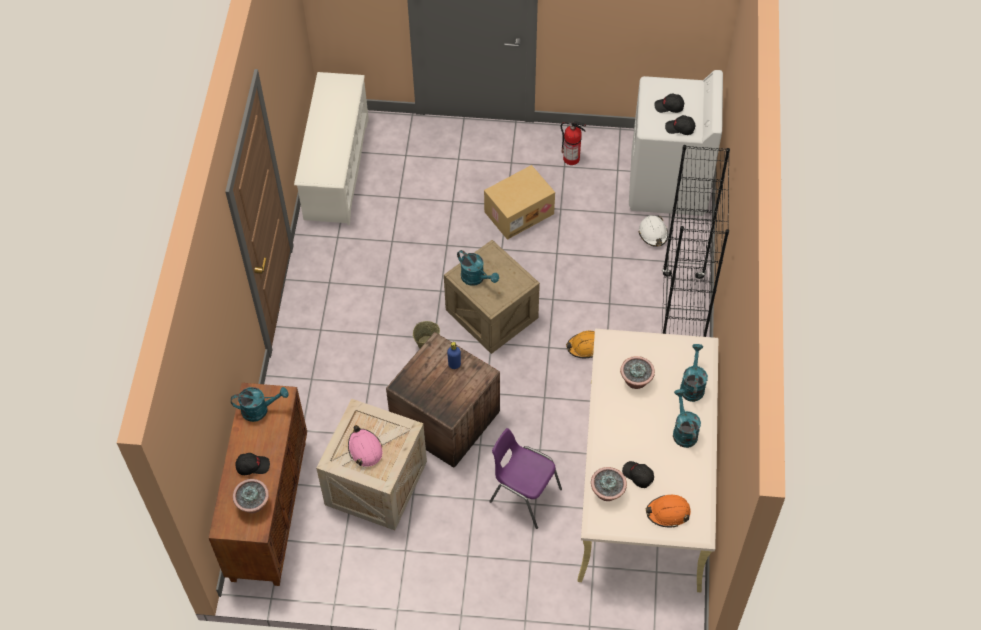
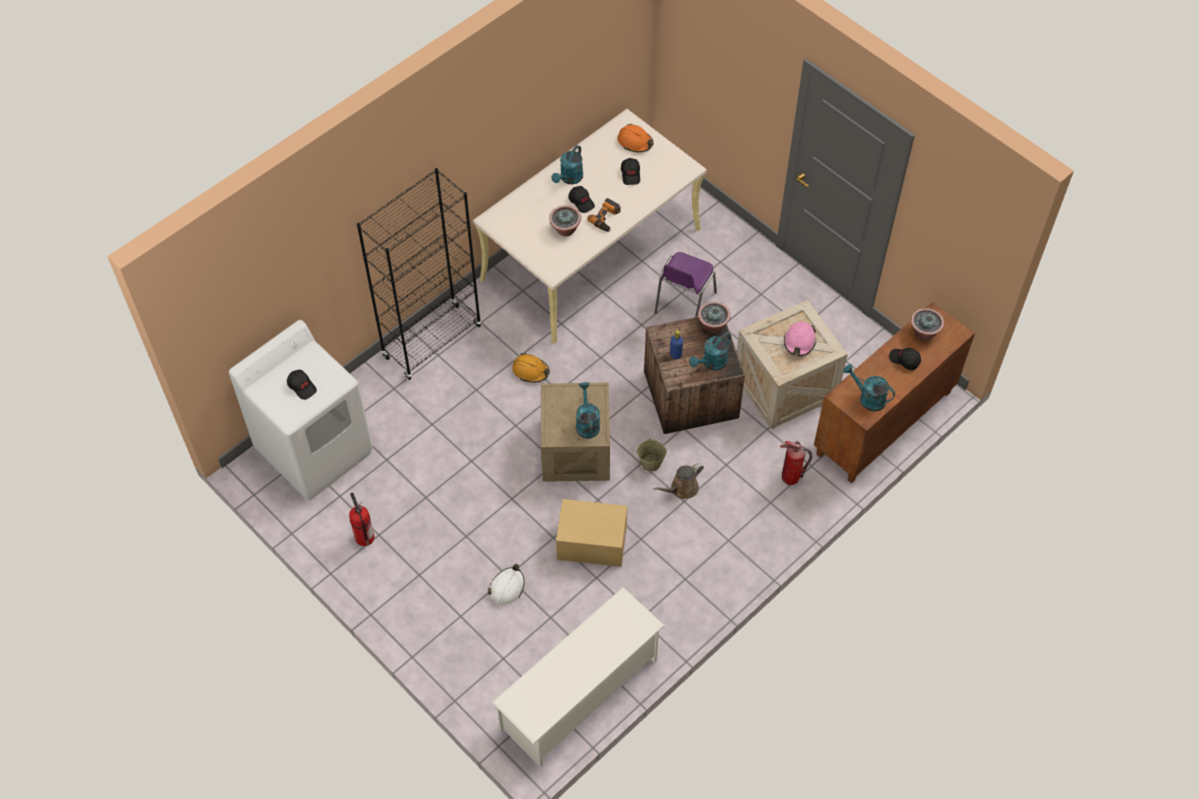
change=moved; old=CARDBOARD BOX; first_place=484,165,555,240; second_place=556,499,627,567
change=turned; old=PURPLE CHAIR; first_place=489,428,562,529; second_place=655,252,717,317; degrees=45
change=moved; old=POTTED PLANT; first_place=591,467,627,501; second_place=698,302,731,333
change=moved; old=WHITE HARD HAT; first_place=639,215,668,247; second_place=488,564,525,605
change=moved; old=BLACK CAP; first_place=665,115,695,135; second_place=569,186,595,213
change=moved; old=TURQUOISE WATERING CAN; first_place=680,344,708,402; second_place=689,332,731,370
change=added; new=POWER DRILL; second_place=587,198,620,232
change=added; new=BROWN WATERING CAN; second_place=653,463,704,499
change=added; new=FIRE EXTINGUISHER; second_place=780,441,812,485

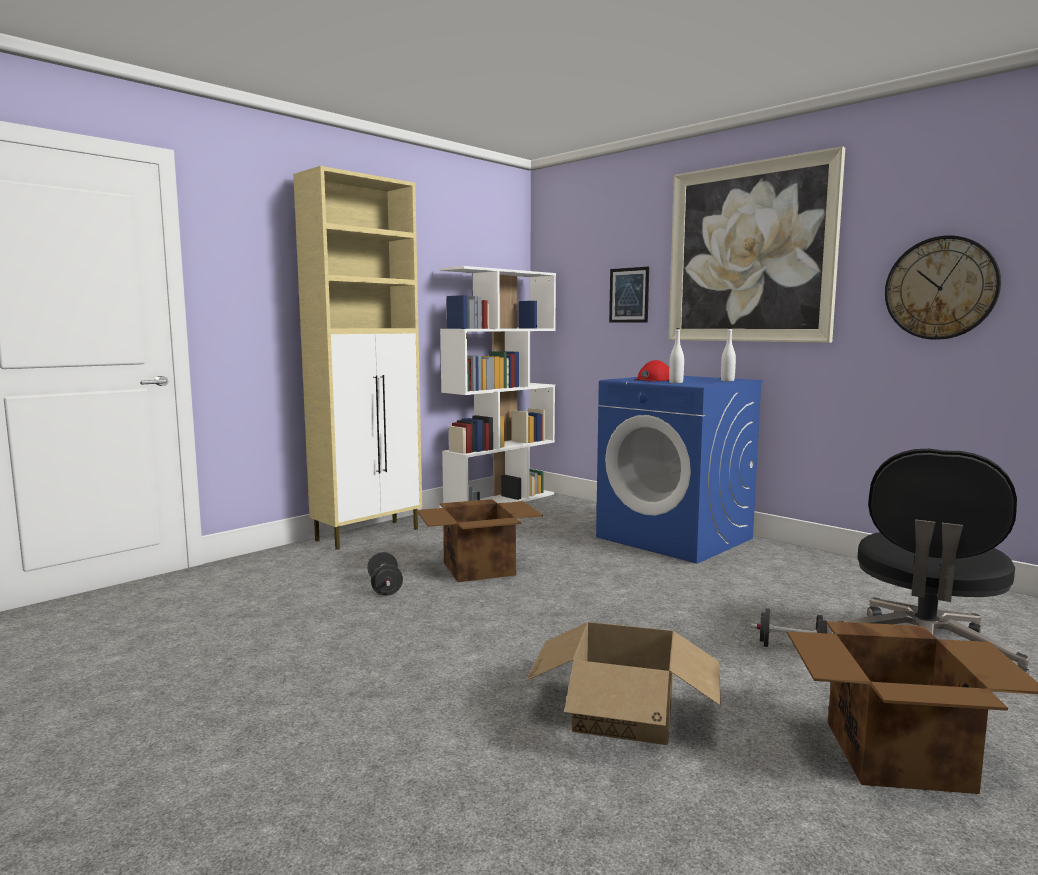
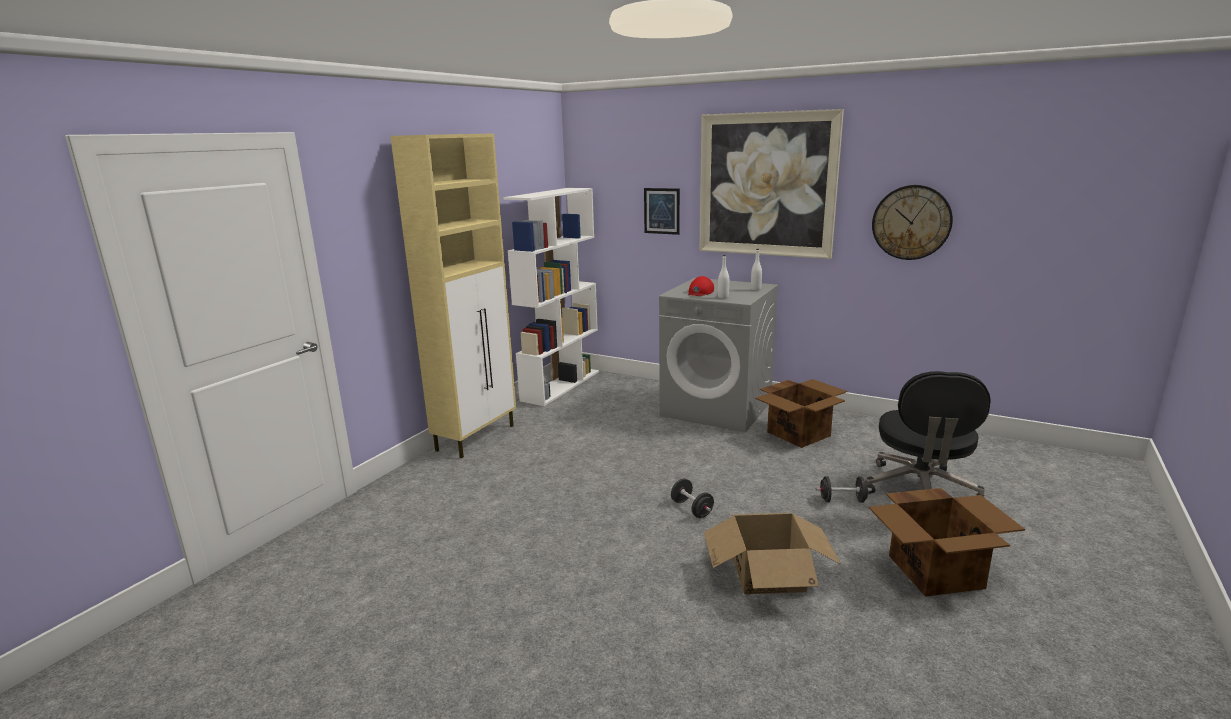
change=moved; old=BLACK DUMBBELL; first_place=367,552,403,596; second_place=671,479,714,518
change=moved; old=CARDBOARD BOX; first_place=416,499,543,582; second_place=755,379,847,448
change=recoloured; old=BLUE WASHING MACHINE; new=GREY WASHING MACHINE; first_place=596,376,763,564; second_place=659,278,778,432

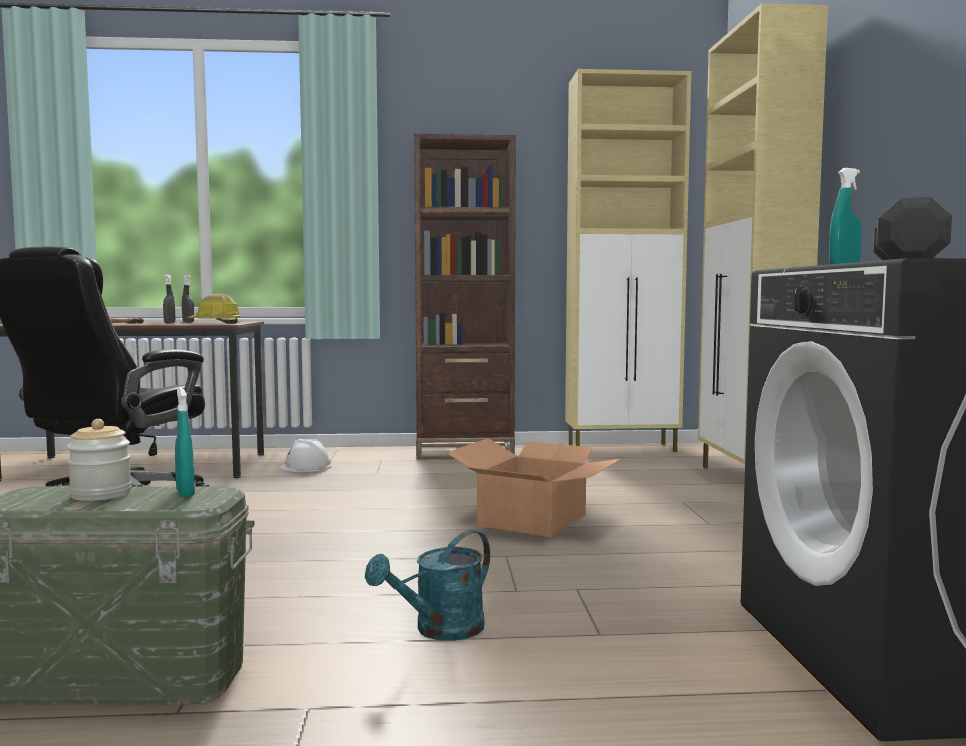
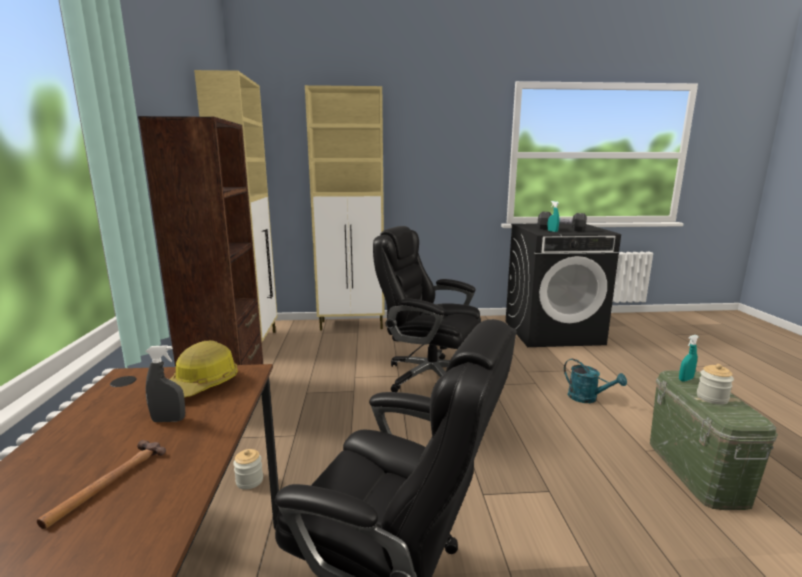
change=removed; old=GREY SPRAY BOTTLE; first_place=182,275,194,323
change=replaced; old=WHITE HARD HAT; new=JAR; first_place=279,439,332,472; second_place=233,449,263,490
change=replaced; old=CARDBOARD BOX; new=BLACK OFFICE CHAIR; first_place=446,438,621,537; second_place=373,226,481,392

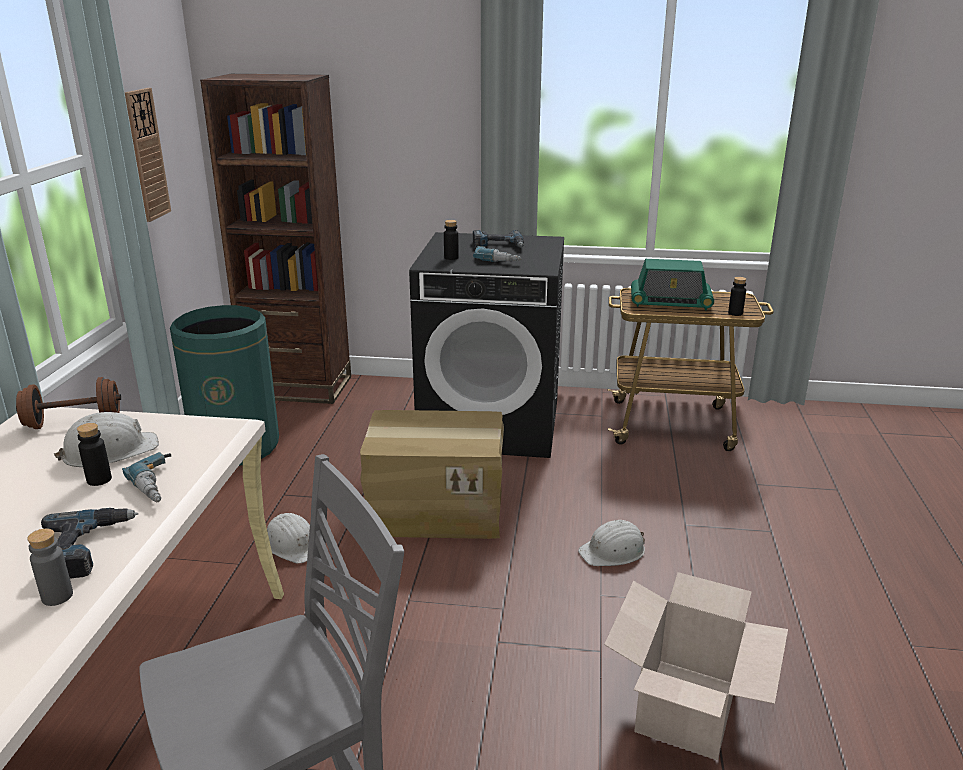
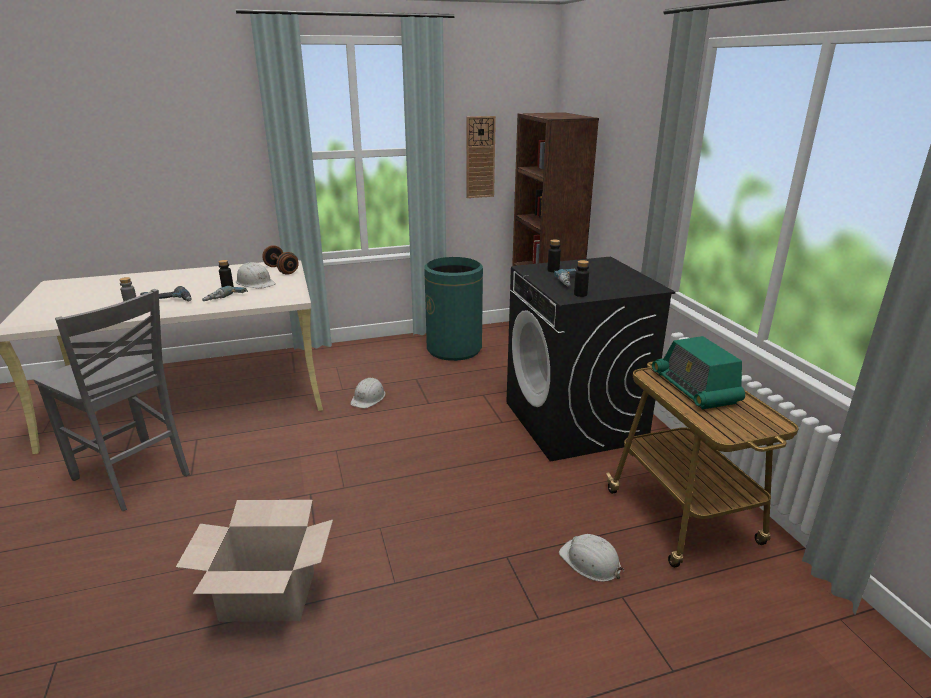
change=removed; old=CARDBOARD BOX; first_place=360,410,504,539
change=removed; old=POWER DRILL; first_place=473,230,524,248
change=moved; old=WHITE HARD HAT; first_place=578,520,645,566; second_place=559,534,624,582
change=moved; old=BLACK BOTTLE; first_place=728,277,746,316; second_place=574,260,589,297

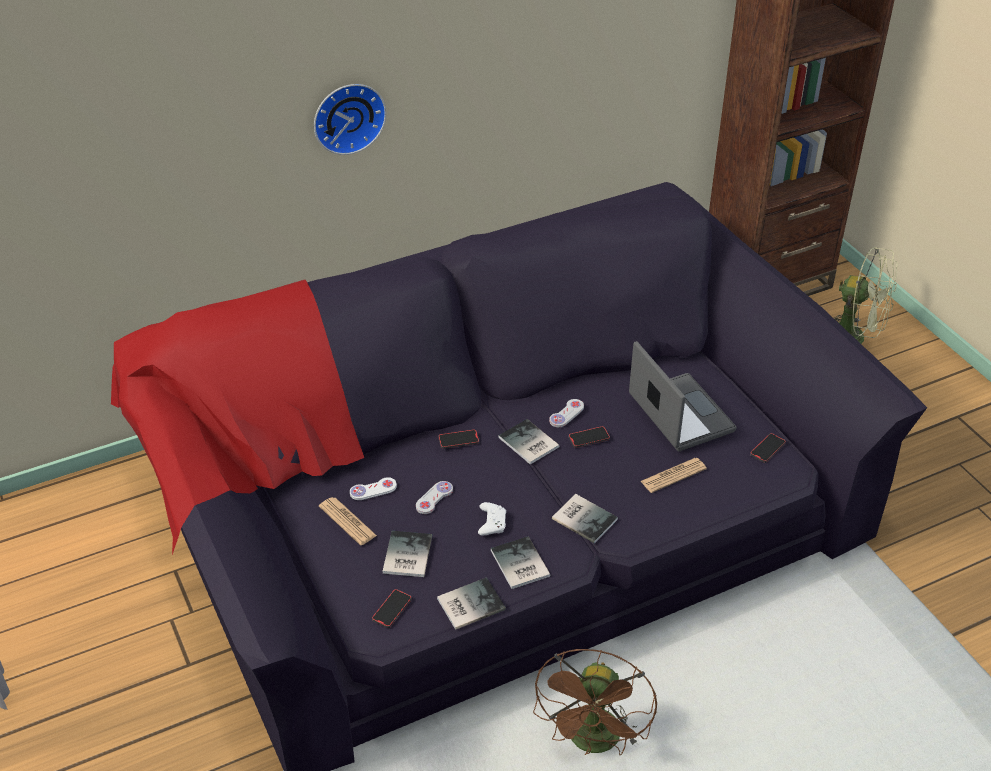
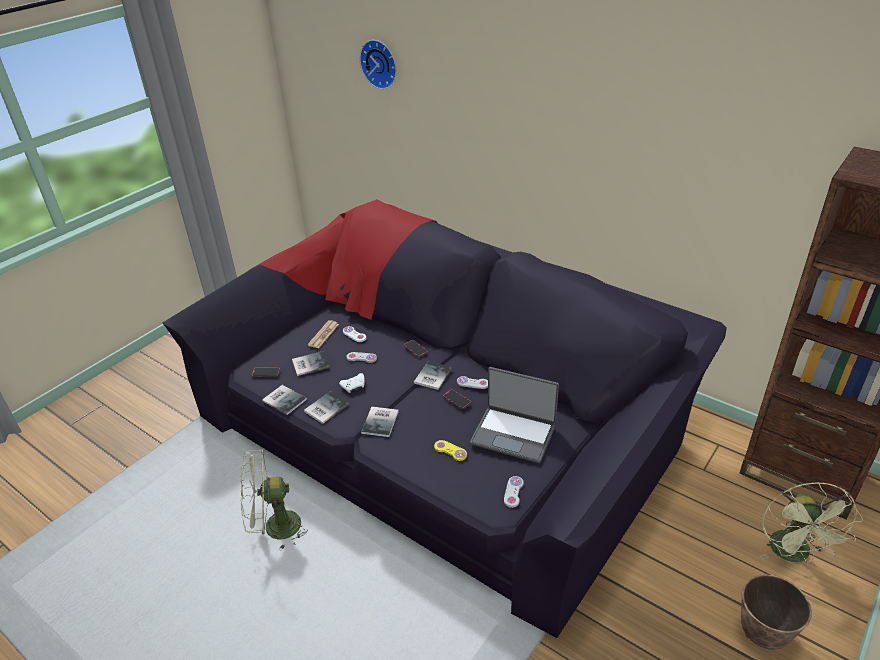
change=moved; old=WALL CLOCK; first_place=314,84,386,155; second_place=360,40,396,89
change=recoloured; old=BROWN FAN; new=GREEN FAN; first_place=533,649,657,755; second_place=241,448,308,549
change=turned; old=LAPTOP; first_place=629,341,736,451; second_place=470,367,559,463; degrees=75
change=replaced; old=NEWSPAPER; new=YELLOW GAME CONTROLLER; first_place=641,458,707,493; second_place=434,440,467,461
change=replaced; old=PHONE; new=WHITE GAME CONTROLLER; first_place=750,433,786,463; second_place=504,476,524,508
change=added; new=PLANTER; second_place=741,574,812,650

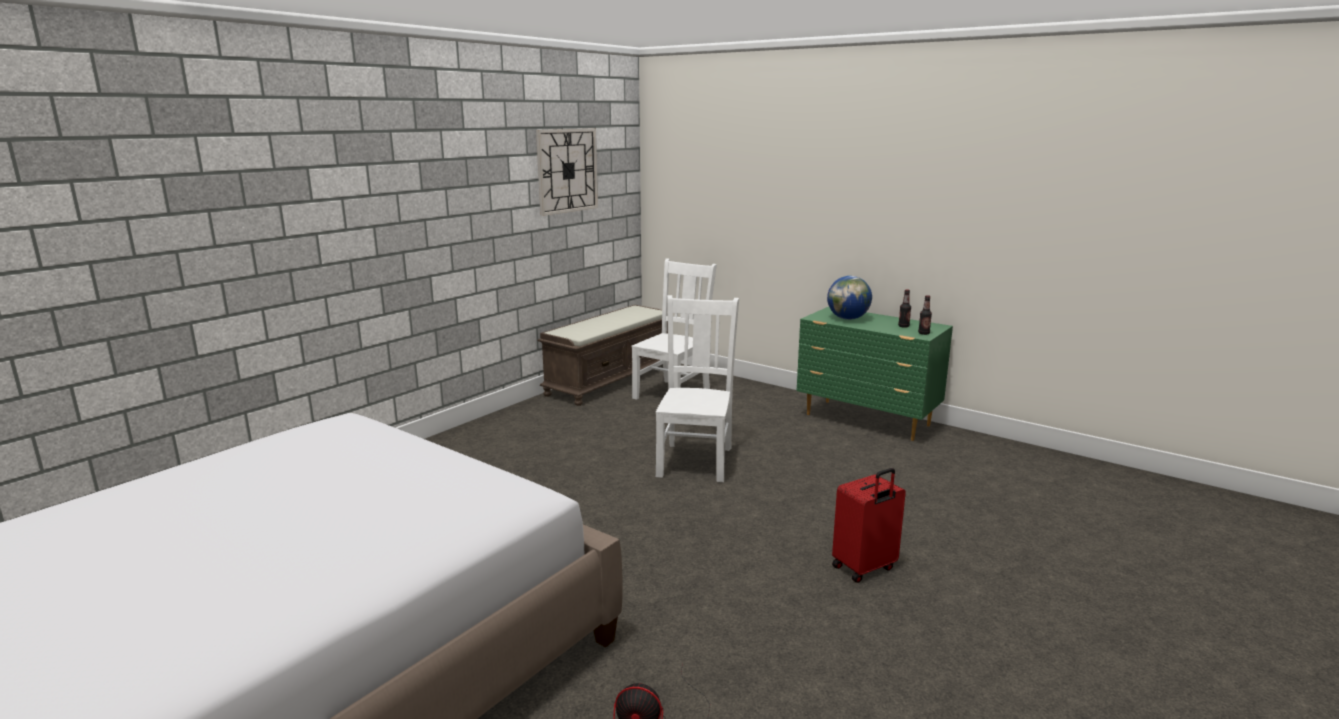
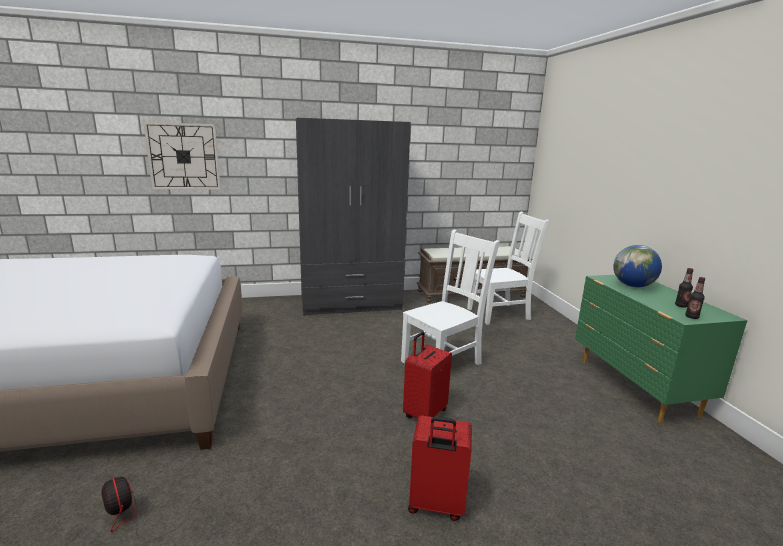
change=moved; old=WALL CLOCK; first_place=536,128,598,216; second_place=143,122,221,190
change=added; new=GREY WARDROBE; second_place=296,118,411,316
change=added; new=RED SUITCASE; second_place=403,332,452,418

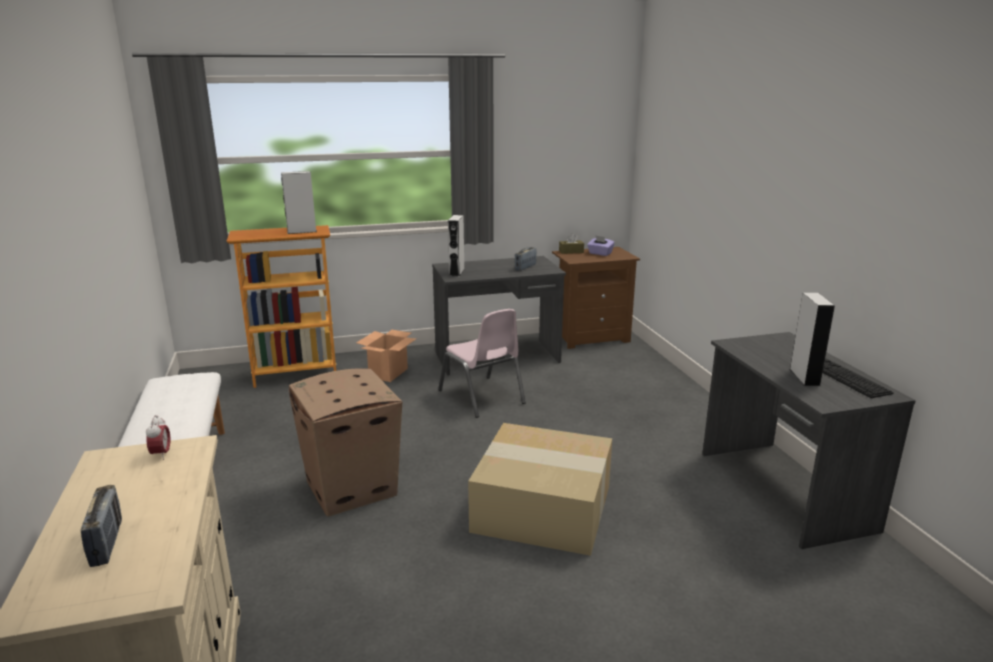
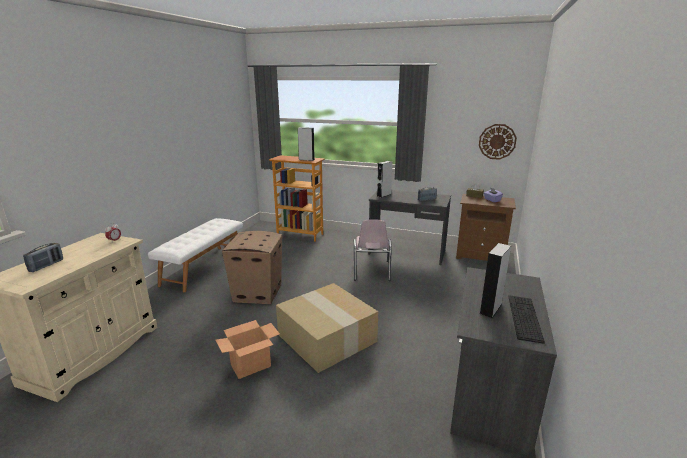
change=moved; old=CARDBOARD BOX; first_place=356,330,416,382; second_place=215,320,280,379
change=added; new=WALL CLOCK; second_place=479,124,517,160

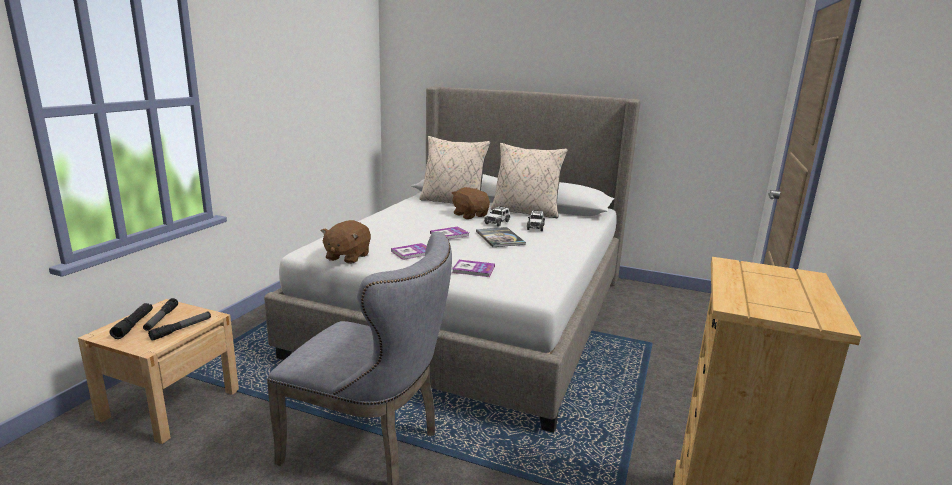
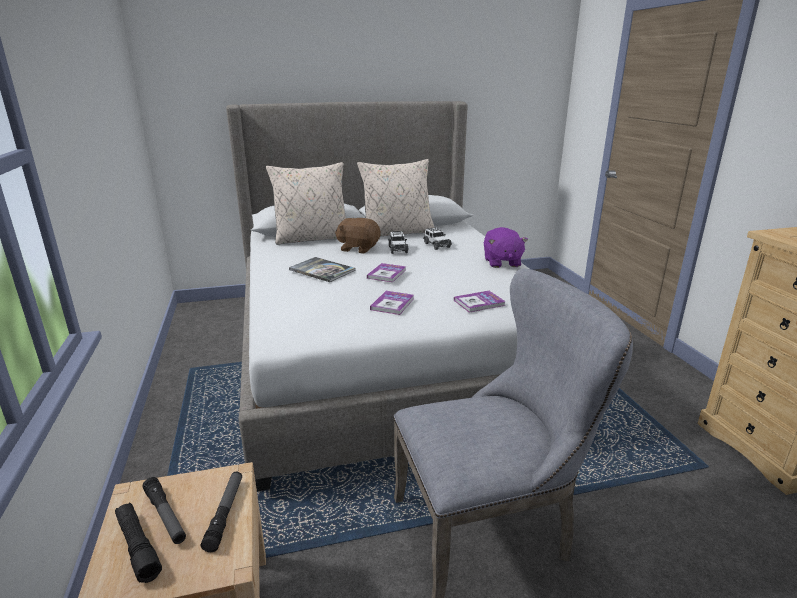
change=removed; old=BROWN PLUSH TOY; first_place=321,220,371,264
change=moved; old=BOOK; first_place=476,227,526,247; second_place=289,257,356,282
change=added; new=PURPLE PLUSH TOY; second_place=484,227,528,268

